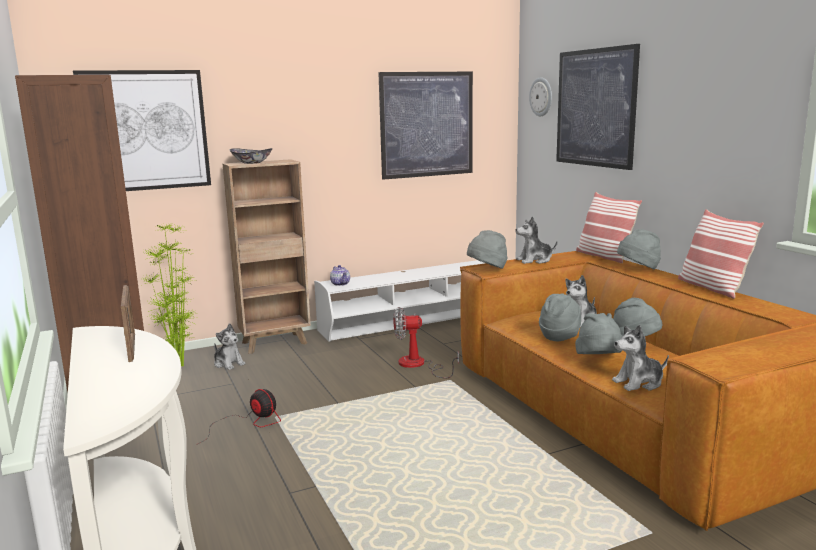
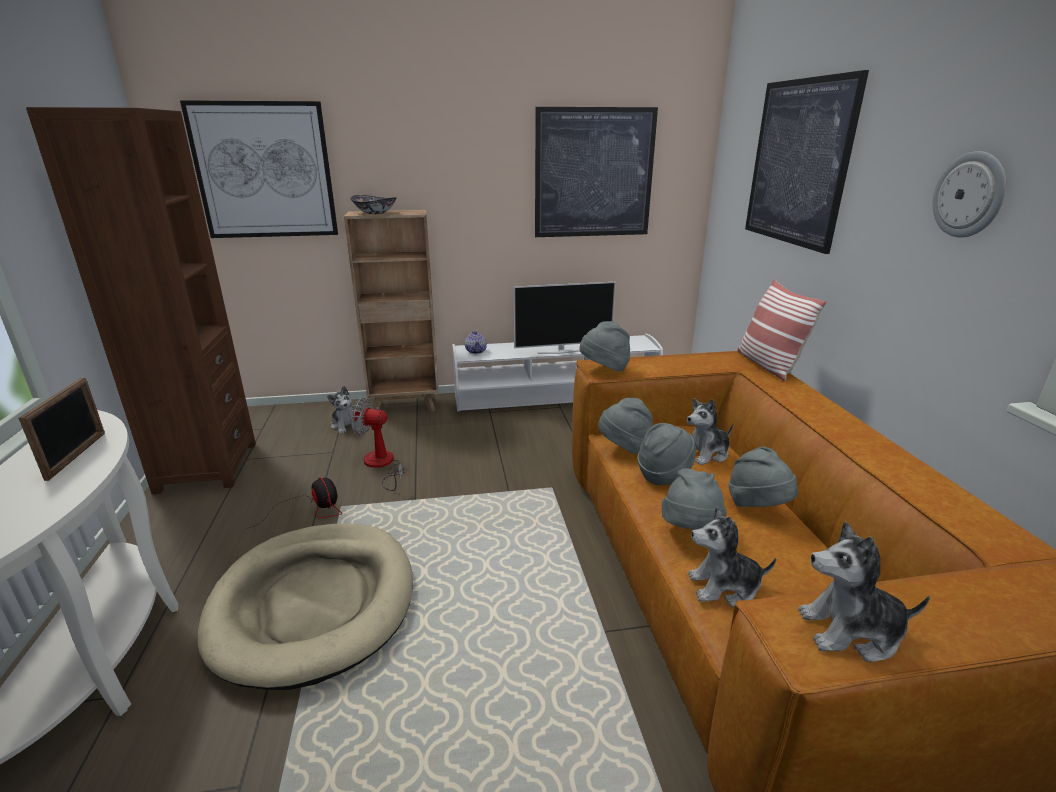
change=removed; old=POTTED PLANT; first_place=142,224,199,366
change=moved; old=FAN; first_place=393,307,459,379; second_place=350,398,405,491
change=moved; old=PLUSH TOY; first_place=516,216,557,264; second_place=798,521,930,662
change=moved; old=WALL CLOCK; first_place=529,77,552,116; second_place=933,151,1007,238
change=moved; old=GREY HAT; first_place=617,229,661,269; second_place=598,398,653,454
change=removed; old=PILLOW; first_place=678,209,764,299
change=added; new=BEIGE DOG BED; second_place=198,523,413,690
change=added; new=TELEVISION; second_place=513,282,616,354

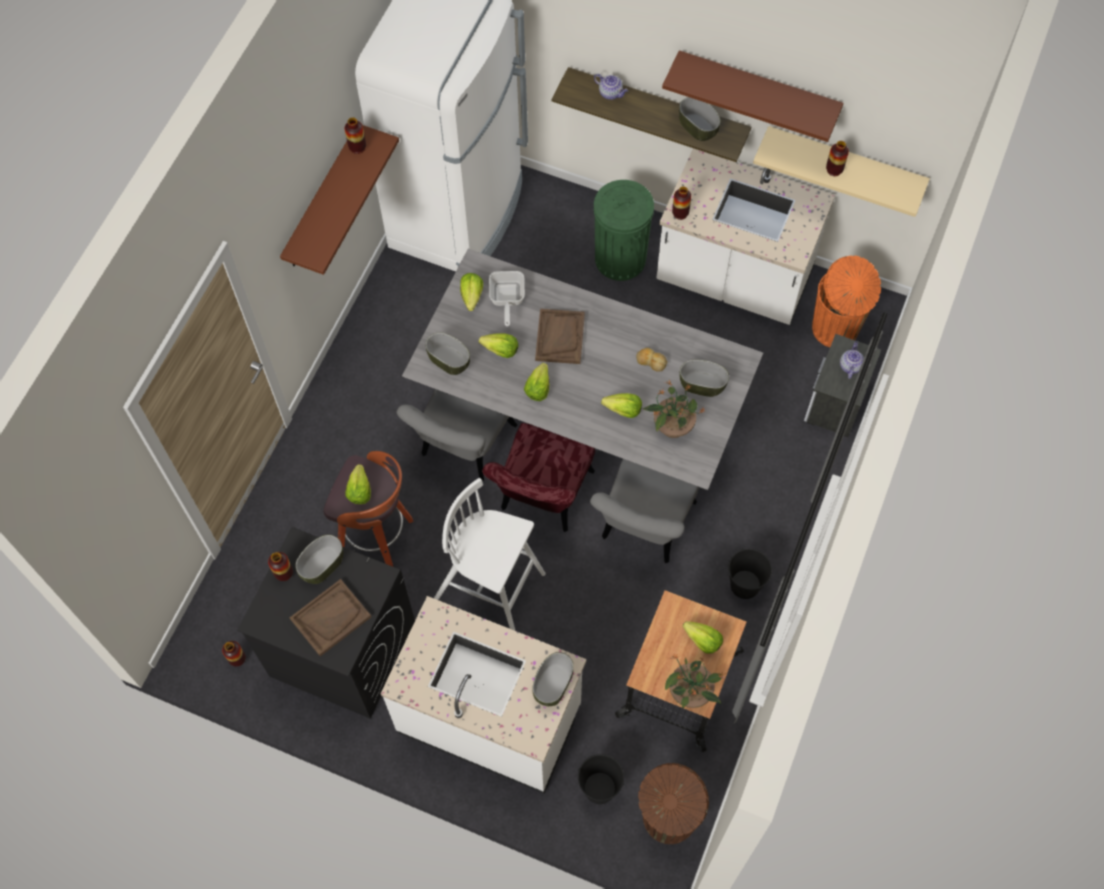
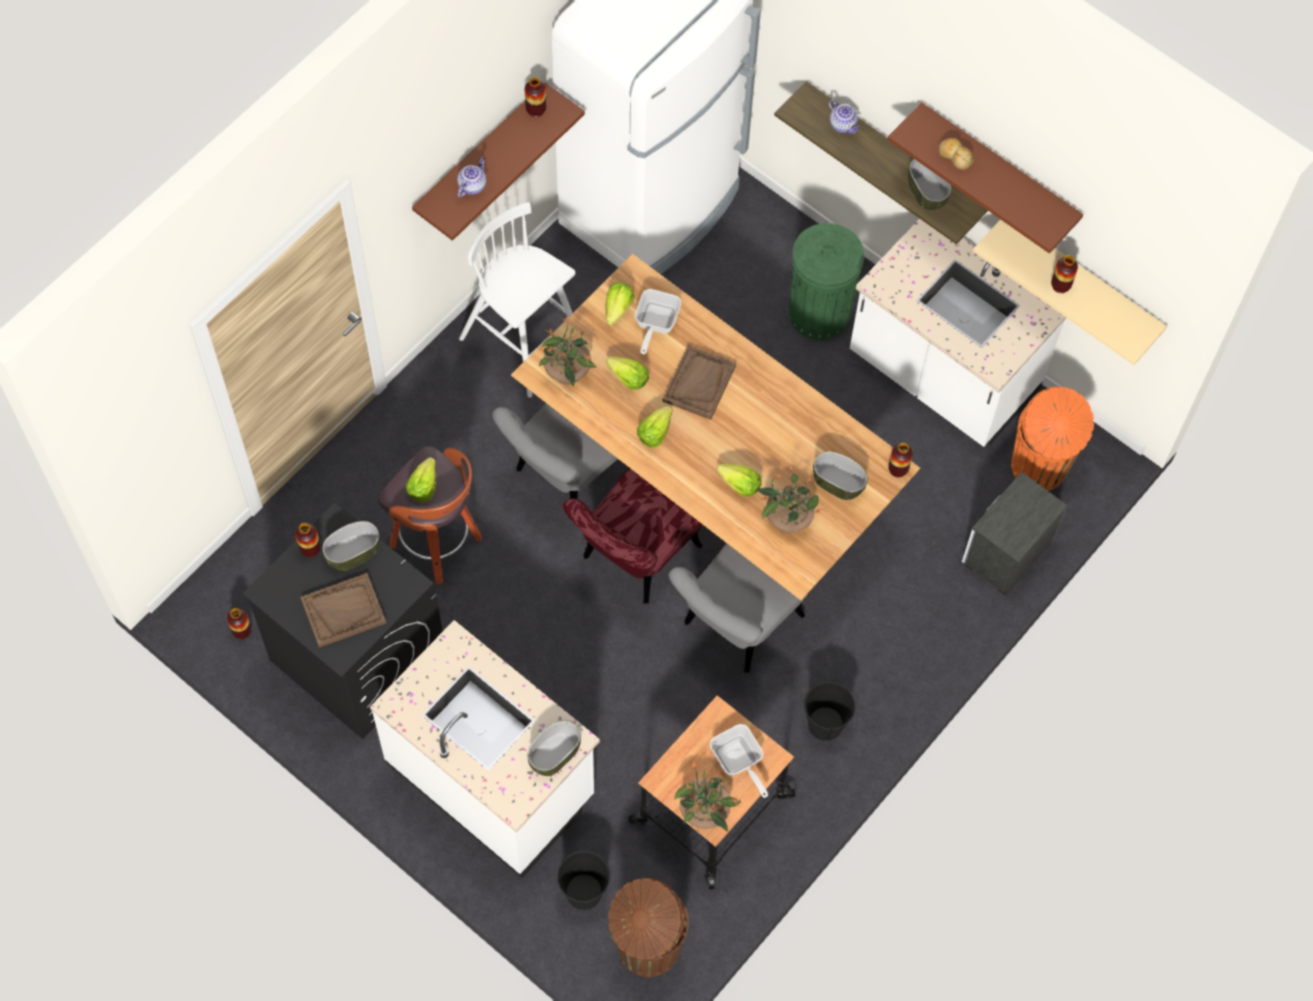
change=recoloured; old=GREY DINING TABLE; new=BROWN DINING TABLE; first_place=402,249,763,490; second_place=511,254,921,601
change=replaced; old=BOWL; new=POTTED PLANT; first_place=426,332,470,375; second_place=539,317,596,387
change=moved; old=WHITE STOOL; first_place=434,478,546,631; second_place=459,202,575,398
change=moved; old=BREAD; first_place=636,348,667,372; second_place=939,138,974,170
change=moved; old=VASE; first_place=672,186,691,220; second_place=888,443,913,477
change=replaced; old=LETTUCE; new=FRYING PAN; first_place=682,621,723,654; second_place=710,724,768,798
change=moved; old=TEAPOT; first_place=840,341,864,379; second_place=457,157,486,198

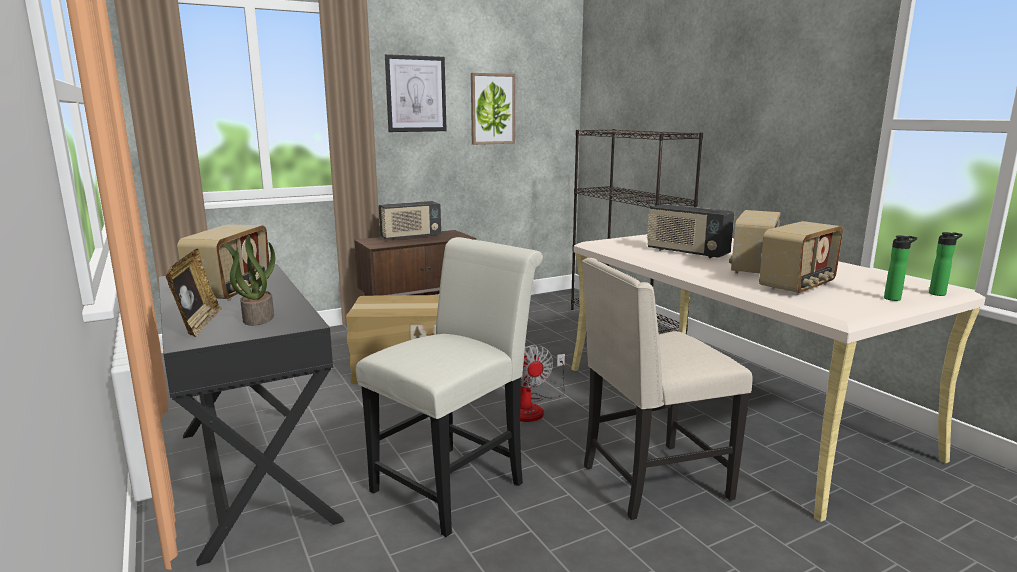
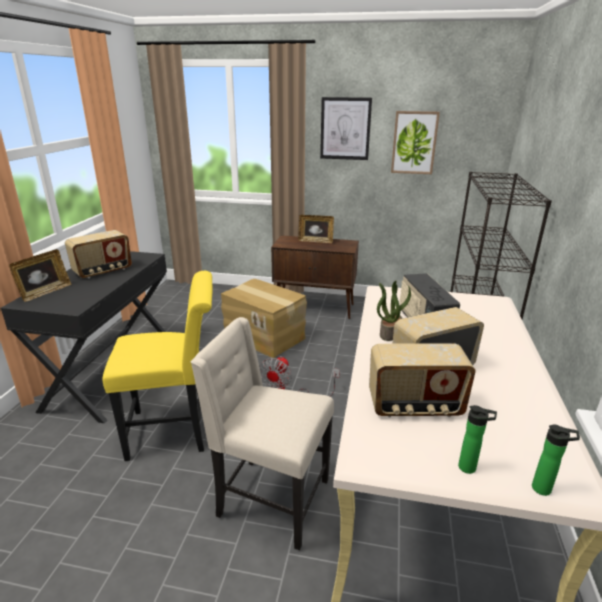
change=moved; old=POTTED PLANT; first_place=224,235,275,326; second_place=377,281,411,341
change=recoloured; old=WHITE CHAIR; new=YELLOW CHAIR; first_place=356,237,543,537; second_place=102,271,213,461
change=replaced; old=RADIO; new=PICTURE FRAME; first_place=379,201,441,240; second_place=298,215,334,243

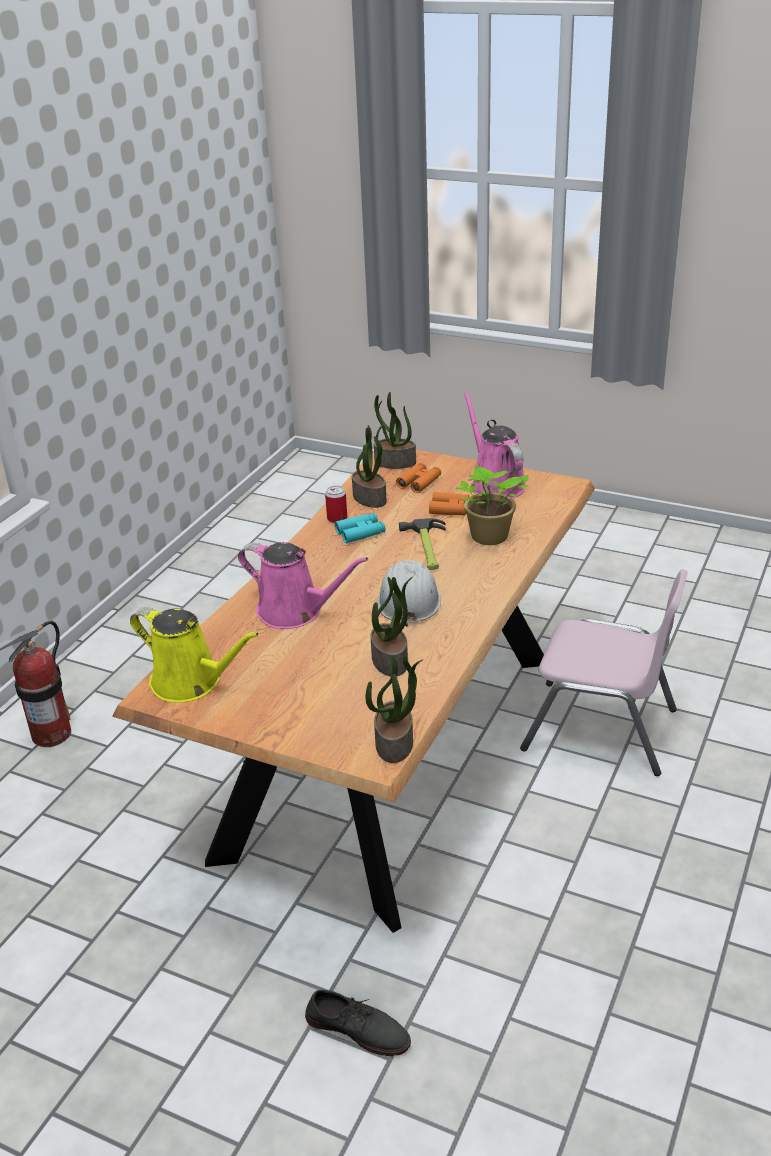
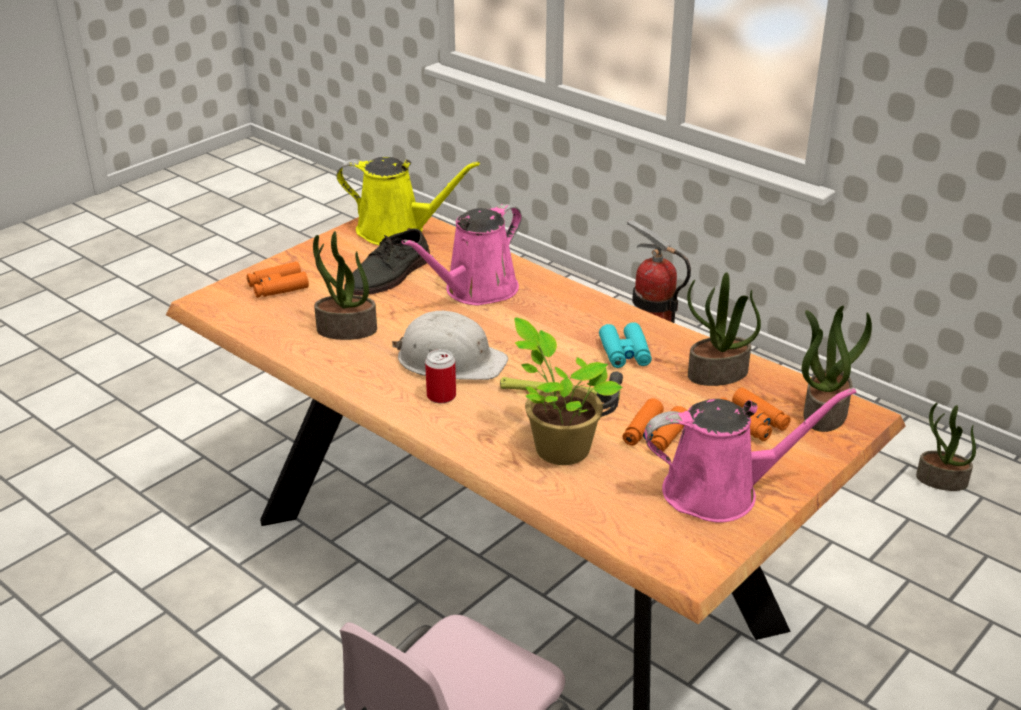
change=turned; old=YELLOW WATERING CAN; first_place=130,607,259,703; second_place=337,157,480,245; degrees=-120
change=moved; old=GREY SHOE; first_place=305,990,411,1056; second_place=344,228,430,295
change=moved; old=CAN; first_place=325,485,347,523; second_place=425,349,456,403
change=moved; old=POTTED PLANT; first_place=365,655,422,763; second_place=916,403,976,491
change=added; new=ORANGE BINOCULARS; second_place=247,261,309,298

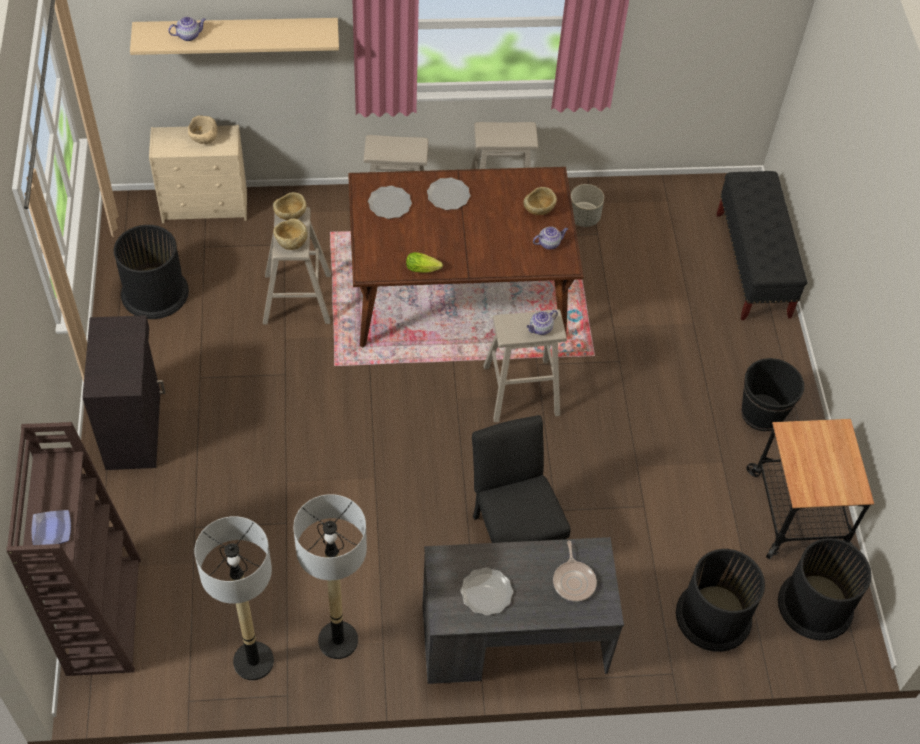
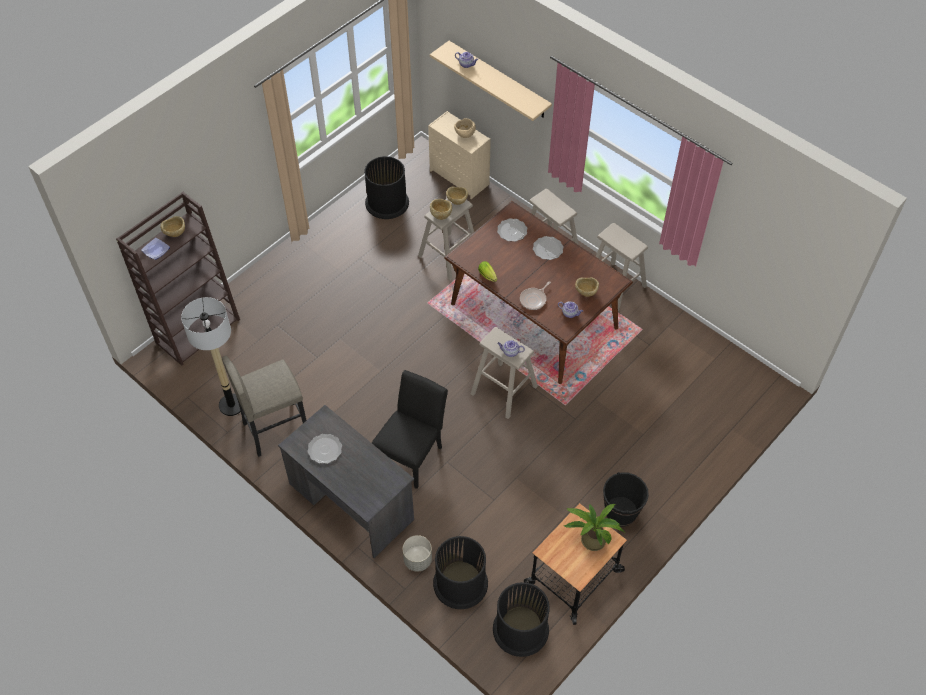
change=removed; old=BLACK CABINET; first_place=82,315,165,470
change=replaced; old=FLOOR LAMP; new=GREY STOOL; first_place=293,494,367,659; second_place=222,356,307,457
change=moved; old=FRYING PAN; first_place=553,541,597,602; second_place=520,281,551,310
change=moved; old=GREY PLANTER; first_place=571,184,604,227; second_place=403,535,432,572
change=removed; old=BLACK BENCH; first_place=716,171,807,320
change=added; new=BEIGE BOWL; second_place=160,216,185,237
change=added; new=POTTED PLANT; second_place=564,504,624,551

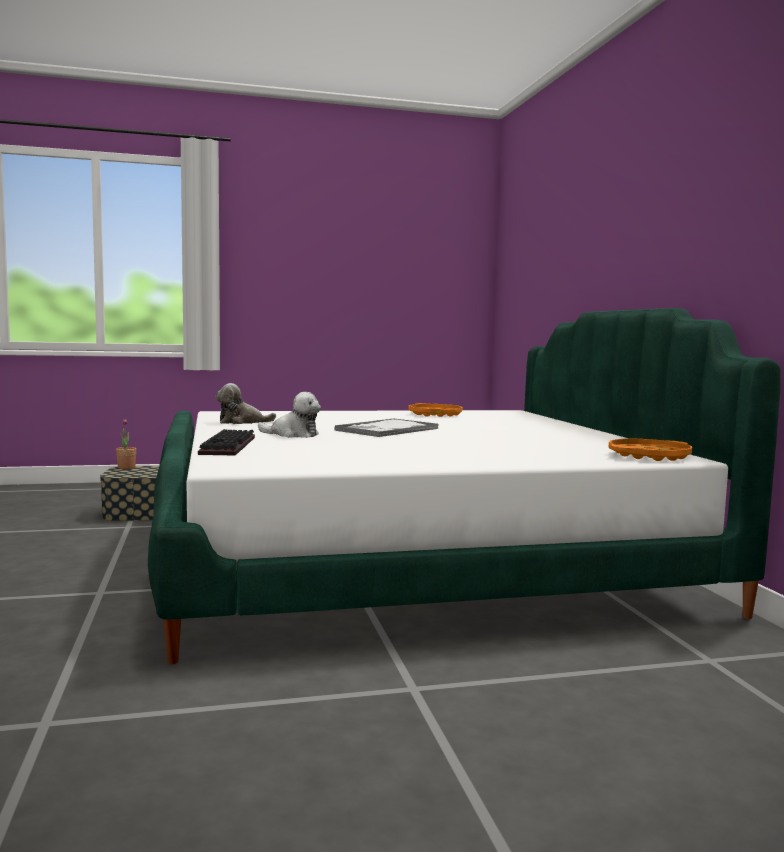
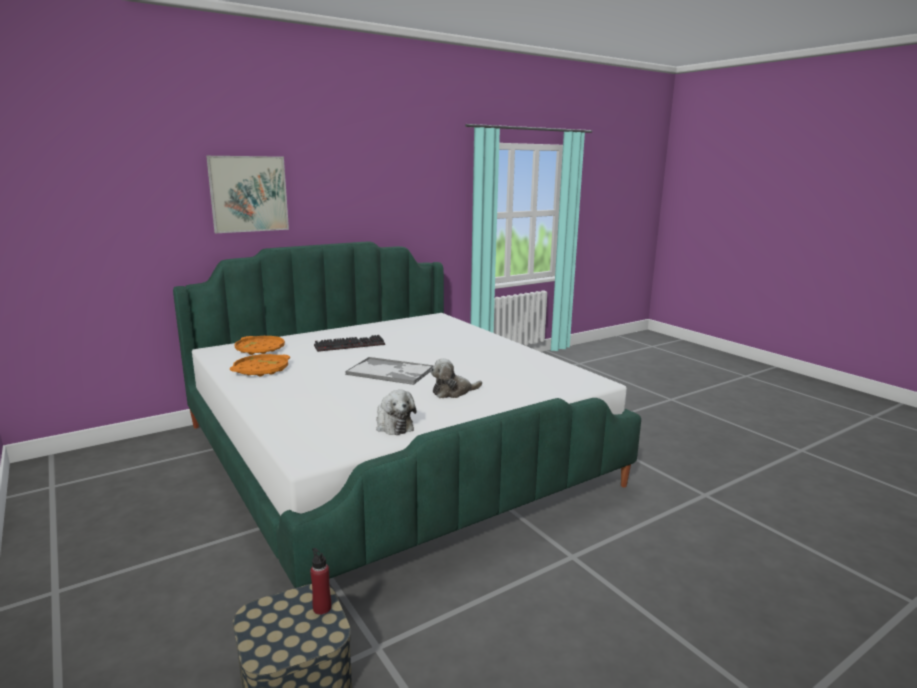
change=removed; old=POTTED PLANT; first_place=116,419,137,469
change=moved; old=KEYBOARD; first_place=198,429,255,455; second_place=314,335,385,352
change=turned; old=PLUSH TOY; first_place=258,392,321,438; second_place=430,358,482,398; degrees=-105
change=moved; old=ORANGE TRAY; first_place=609,439,692,461; second_place=234,336,285,355
change=added; new=PICTURE; second_place=206,156,289,233
change=added; new=RED BOTTLE; second_place=310,548,331,615

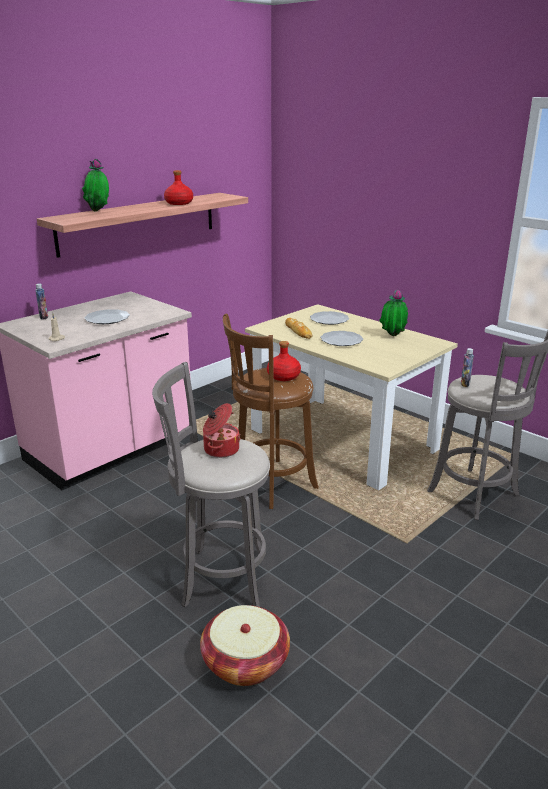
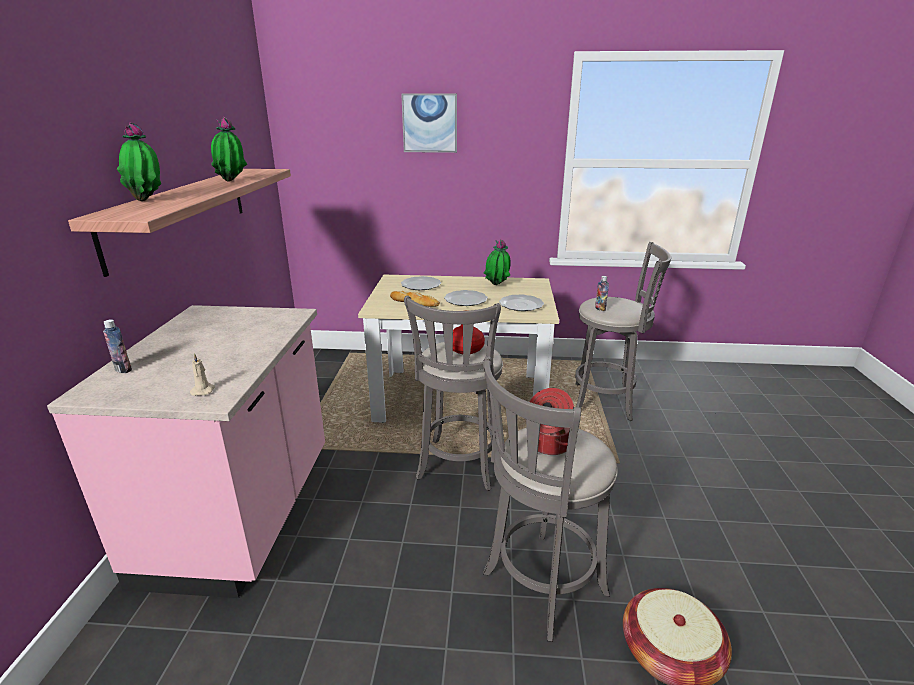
change=moved; old=PLATE; first_place=84,309,130,324; second_place=499,294,544,311
change=replaced; old=RED BOTTLE; new=POTTED PLANT; first_place=164,170,193,205; second_place=211,117,247,182
change=recoloured; old=BROWN STOOL; new=GREY STOOL; first_place=223,314,319,509; second_place=404,295,503,491
change=added; new=PICTURE; second_place=401,94,457,153

